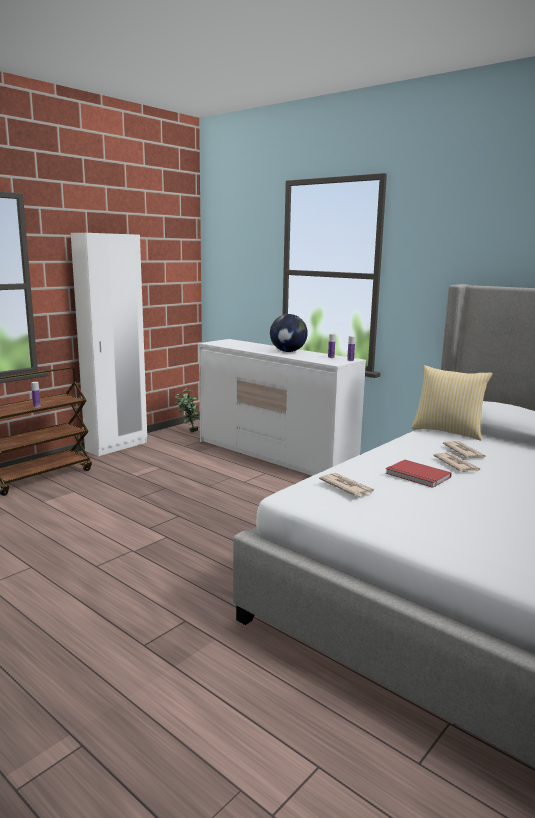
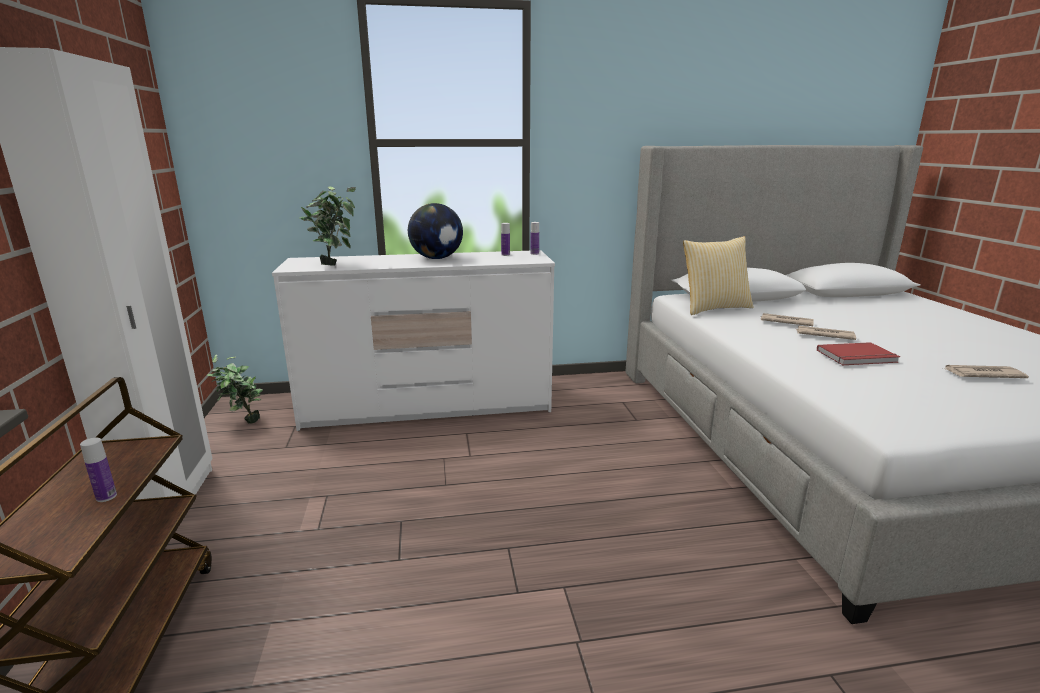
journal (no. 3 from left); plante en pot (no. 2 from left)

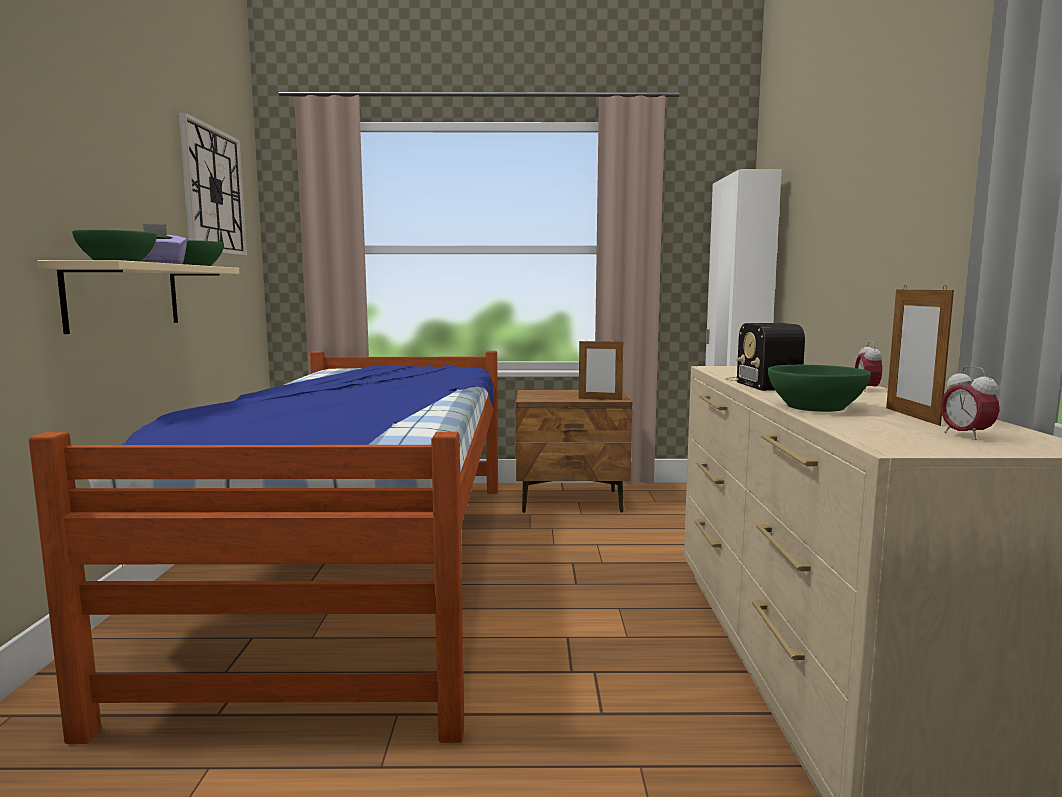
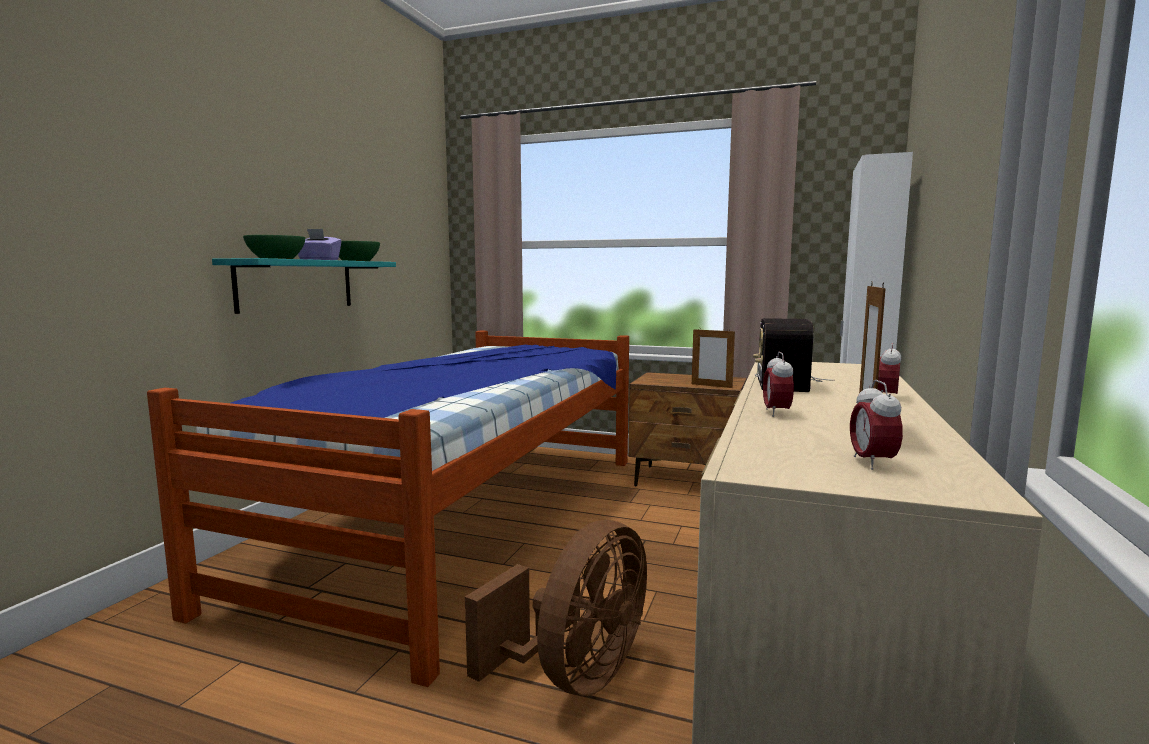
étagère (turquoise); horloge murale; réveil (no. 1 from left); ventilateur (marron)

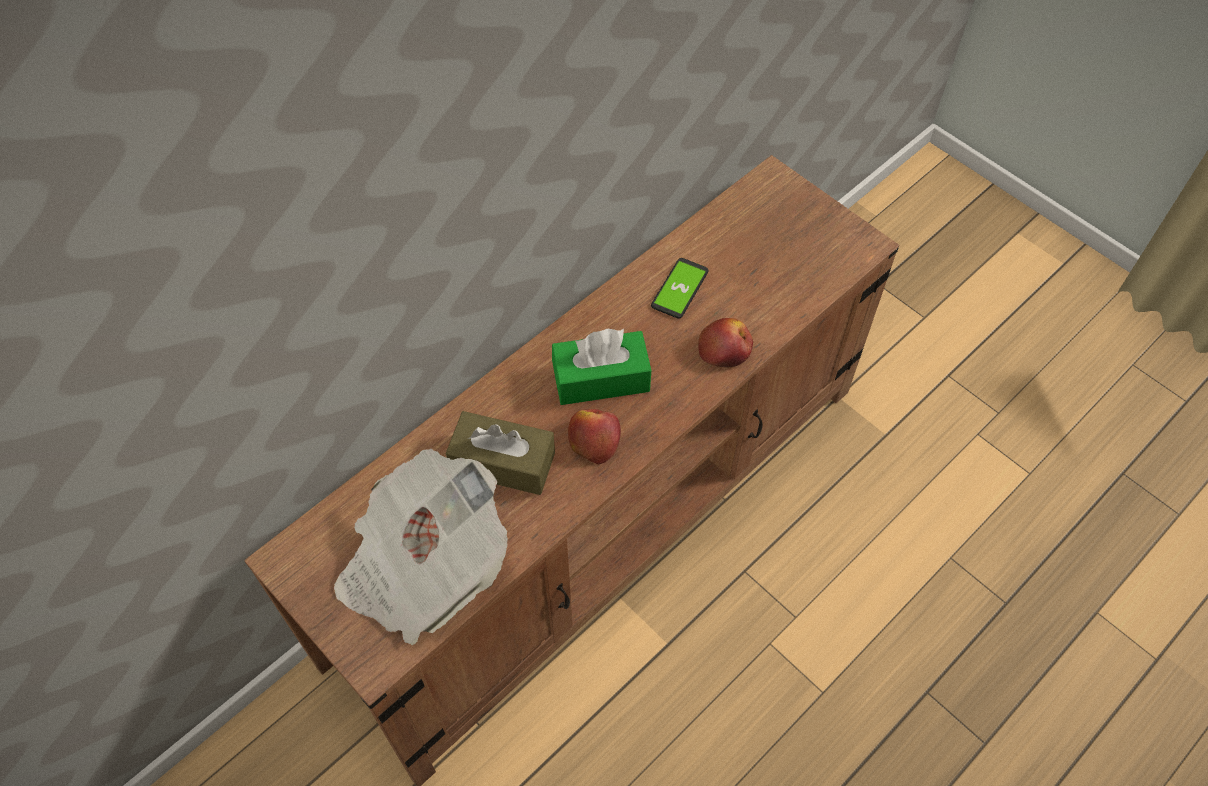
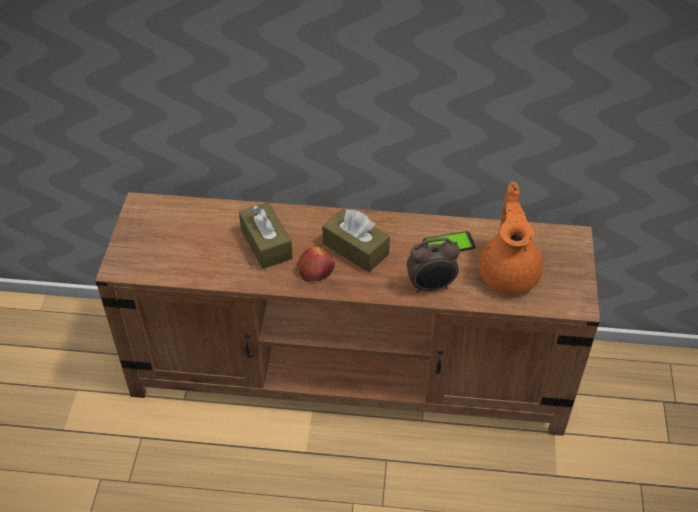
journal; boîte à mouchoirs (marron) (no. 2 from left); réveil; théière (orange)

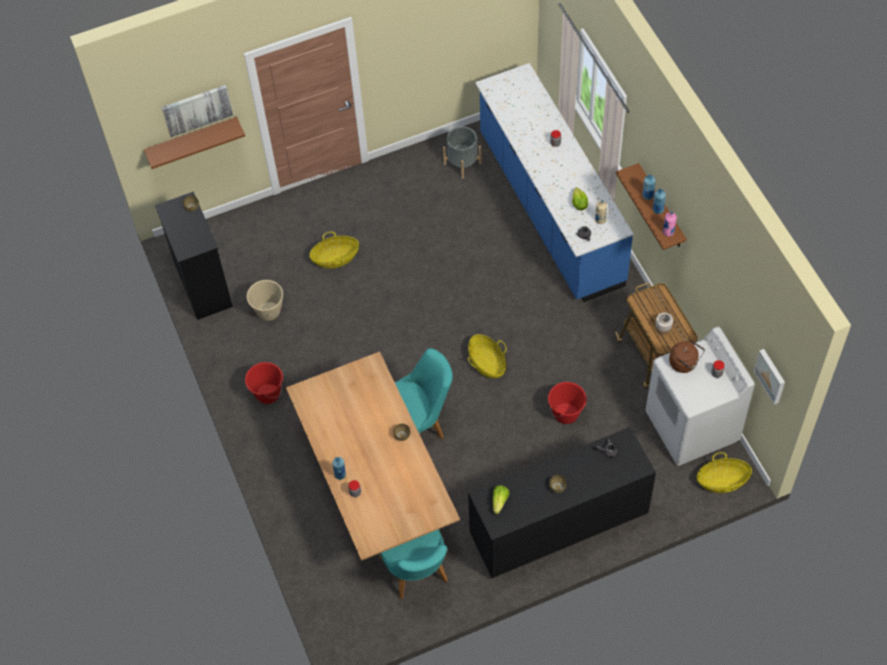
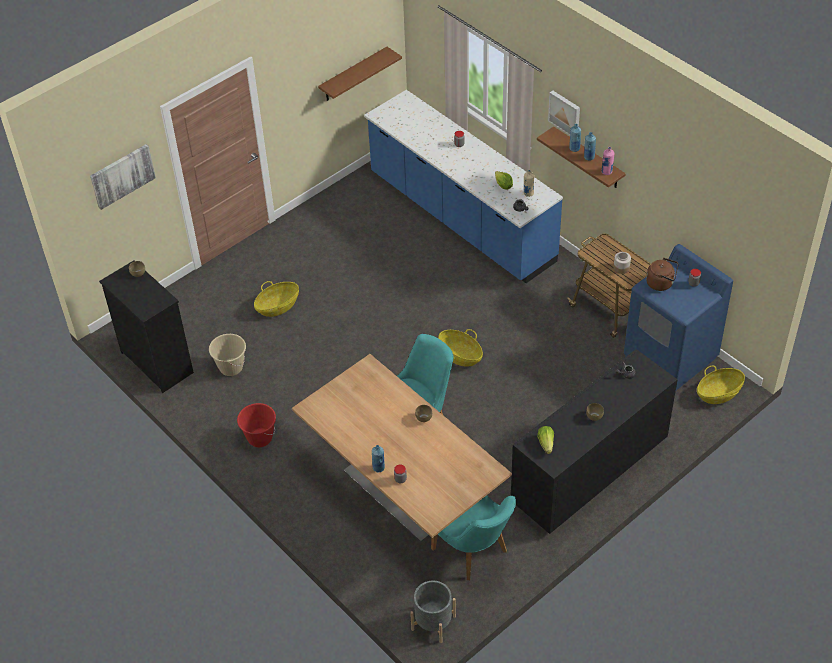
étagère (marron) (no. 1 from left); cache-pot (gris); seau (rouge) (no. 2 from left in the first image); lave-linge (bleu); tableau (no. 2 from left)

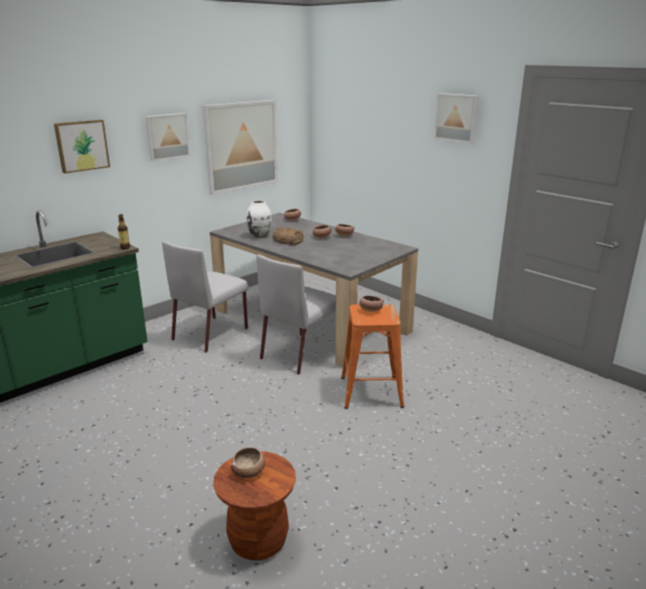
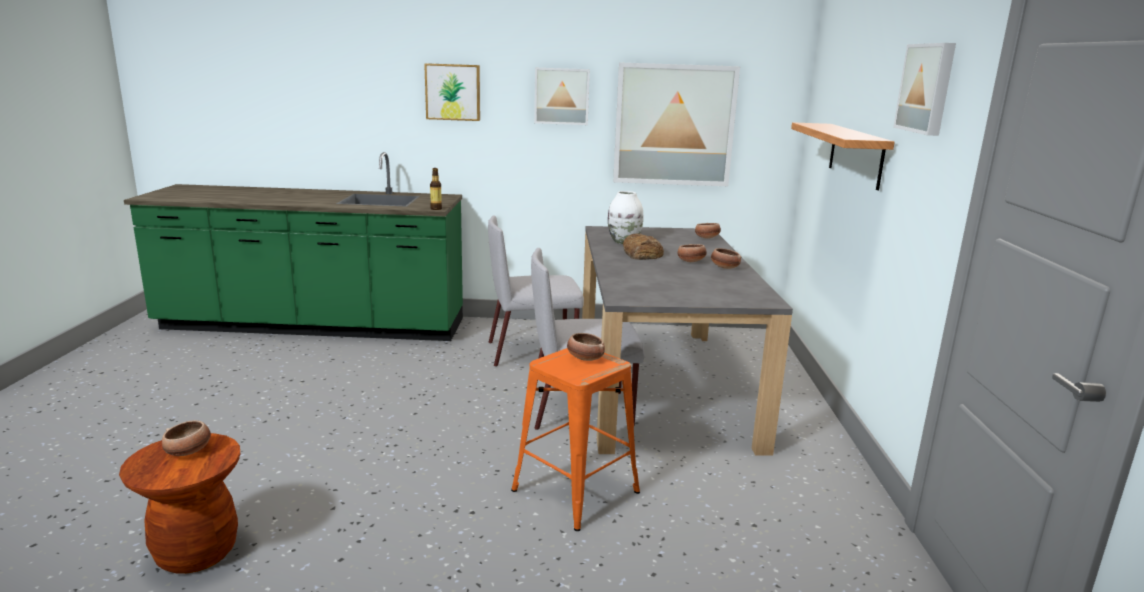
étagère

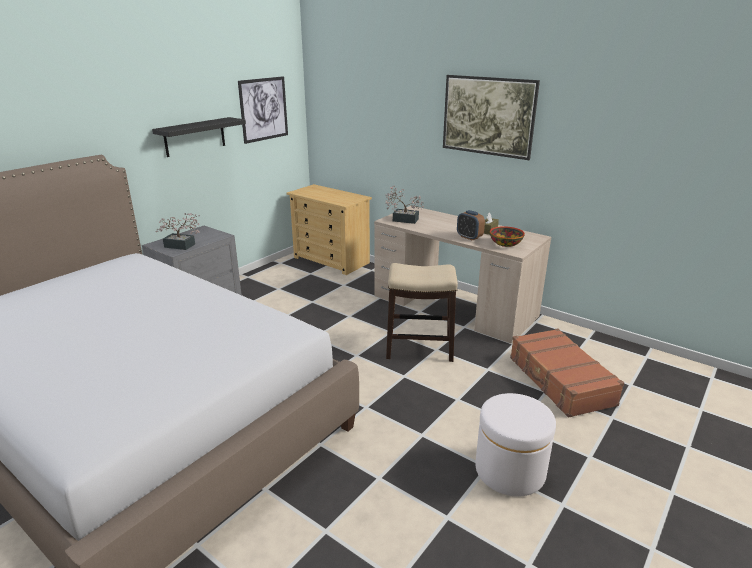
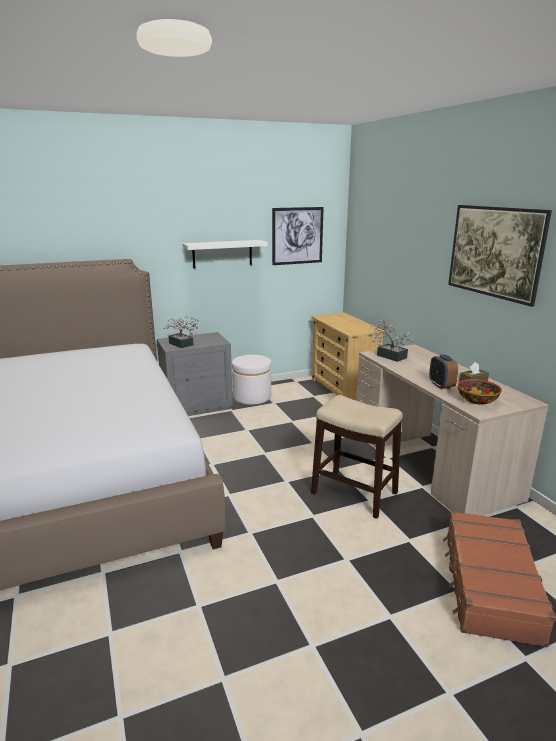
étagère (blanc); pouf (blanc)

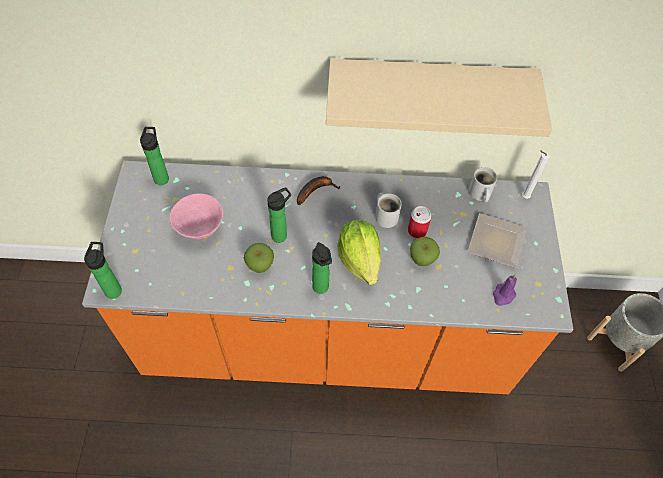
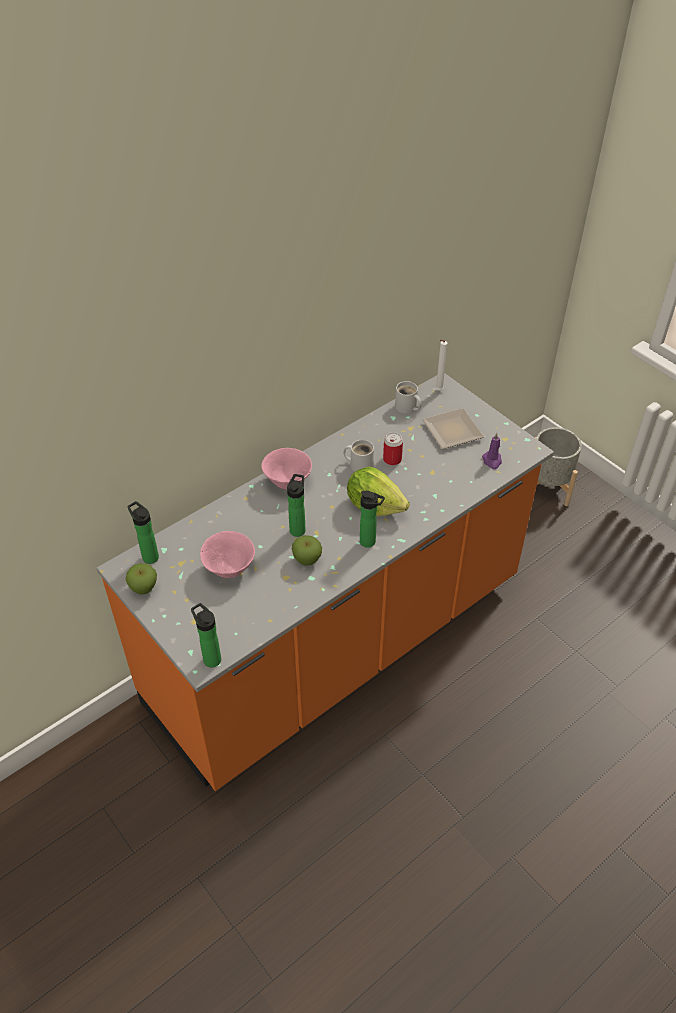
bol (rose) (no. 2 from left); étagère (beige); pomme (no. 1 from left)

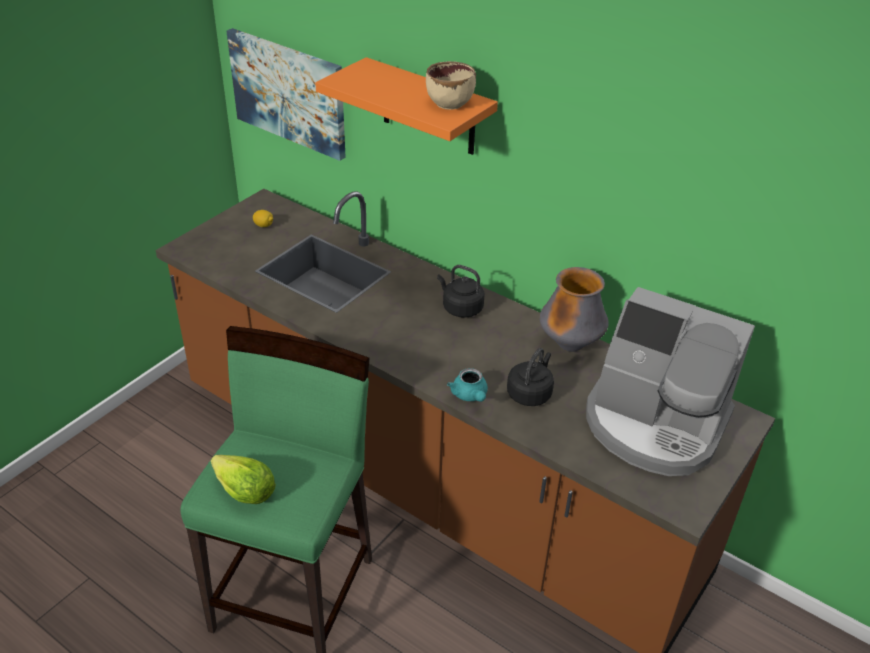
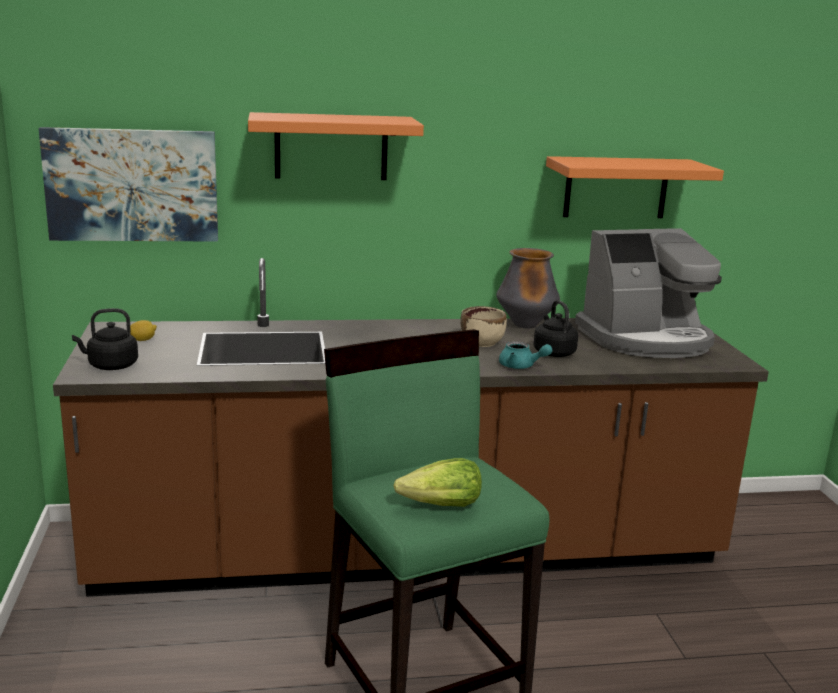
bol (beige); bouilloire (noir) (no. 1 from left); étagère (orange) (no. 2 from left)

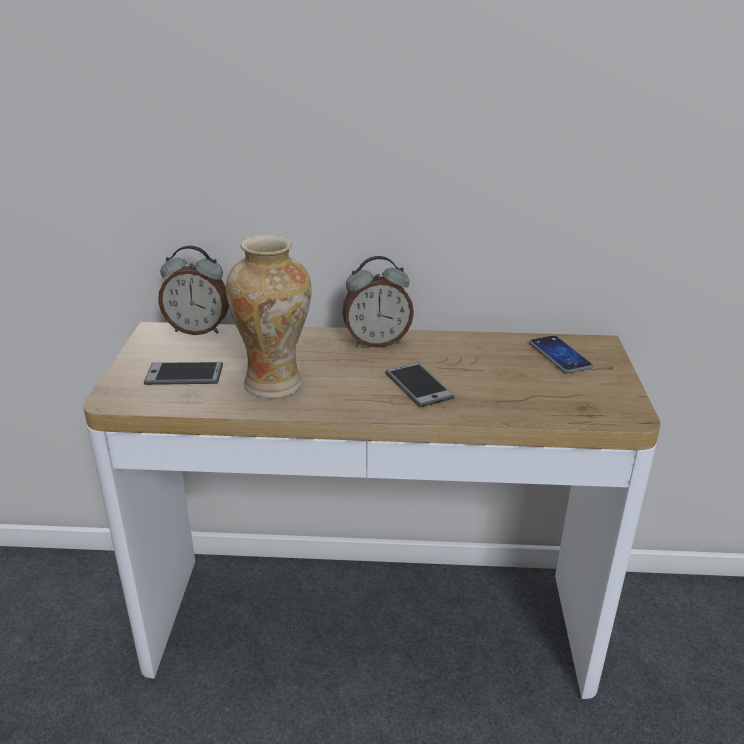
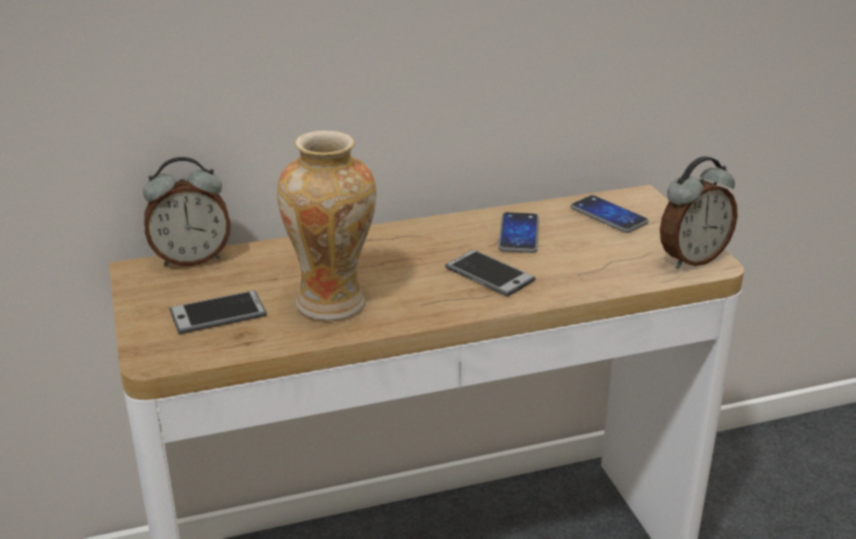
réveil (no. 2 from left); téléphone (no. 3 from left)

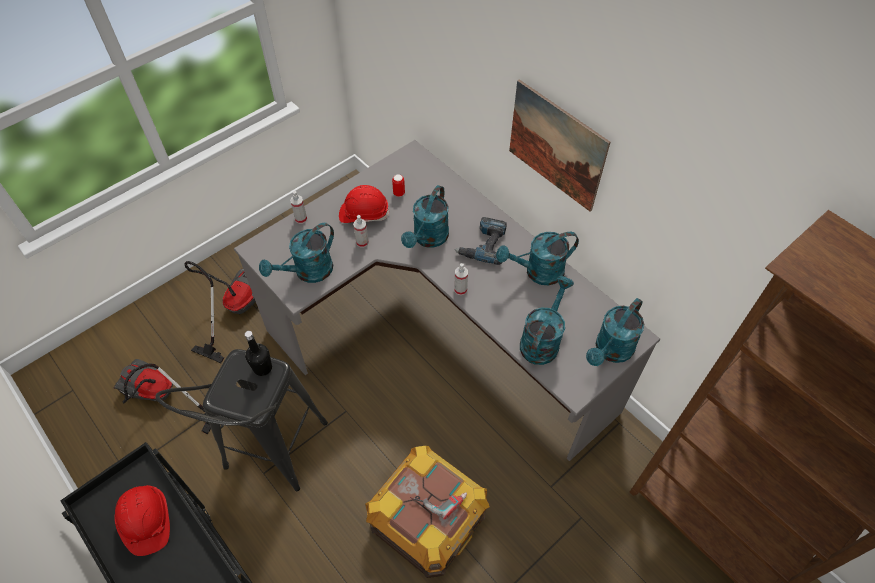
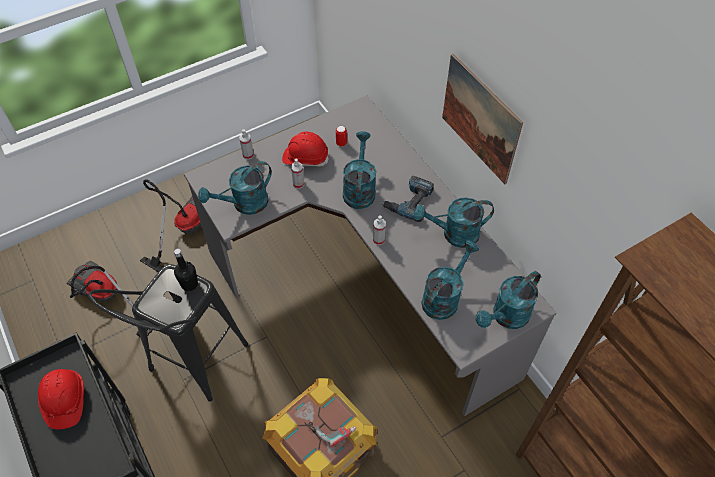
arrosoir (turquoise) (no. 2 from left)

